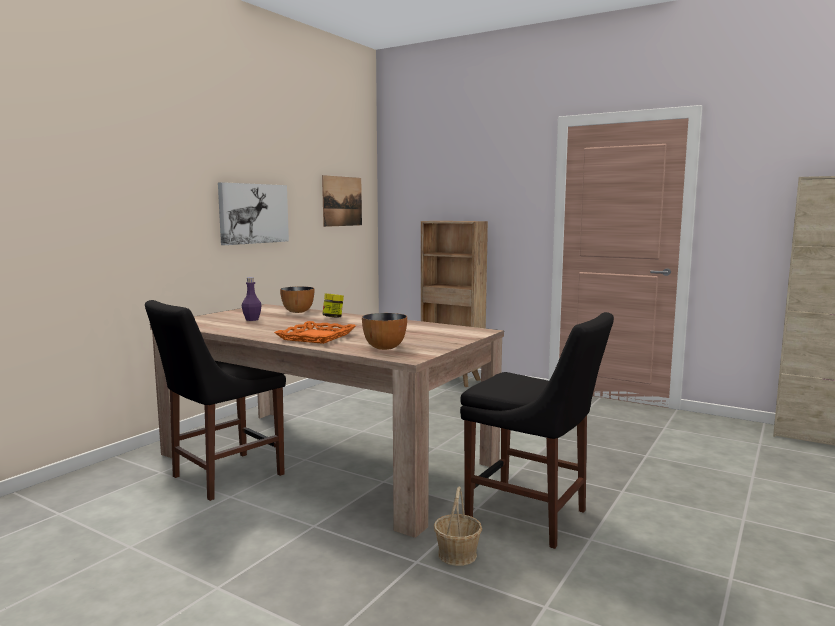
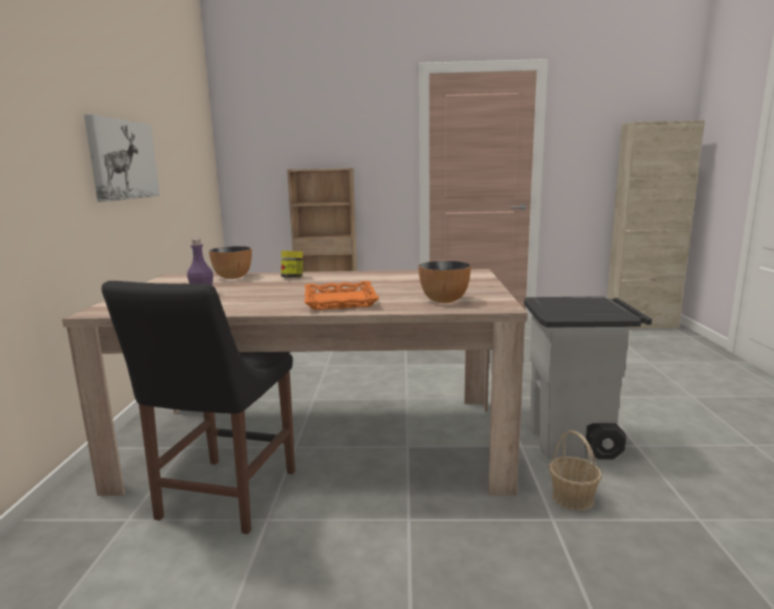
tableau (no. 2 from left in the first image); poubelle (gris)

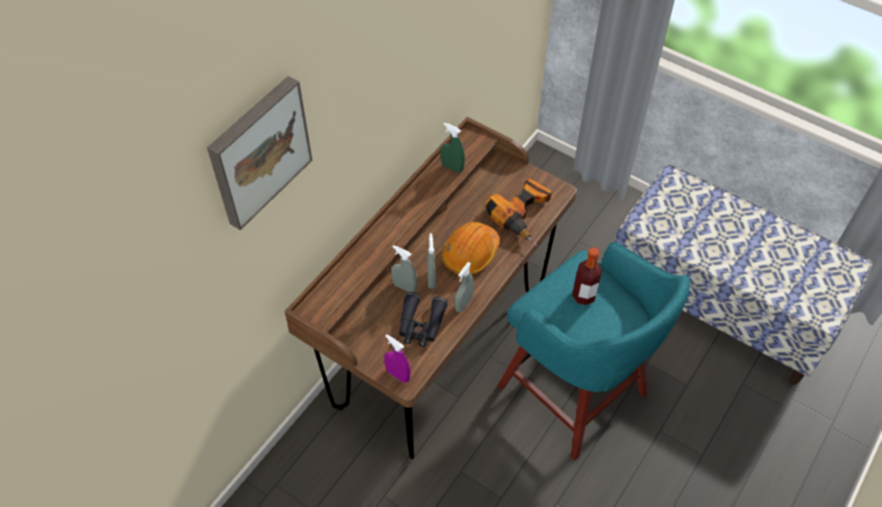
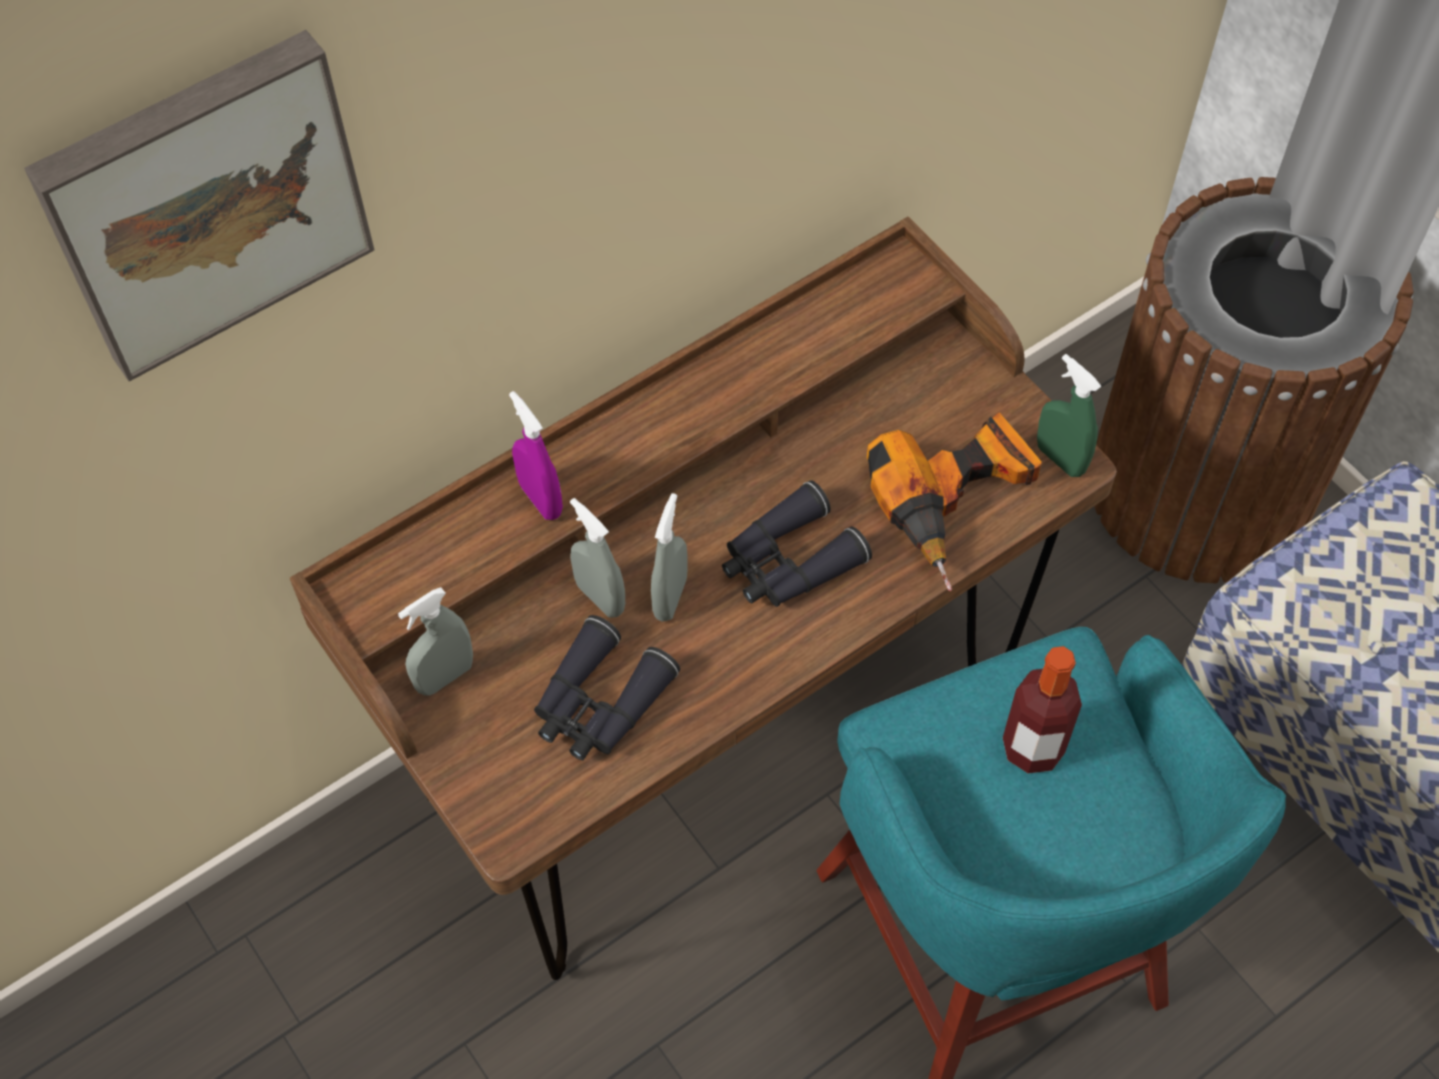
vaporisateur (violet); vaporisateur (vert); jumelles (noir) (no. 2 from left); vaporisateur (gris) (no. 1 from left); poubelle (marron)

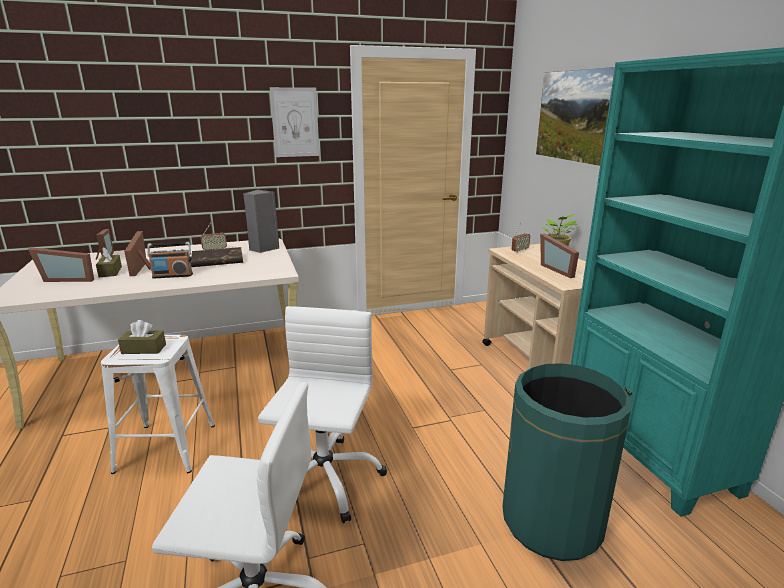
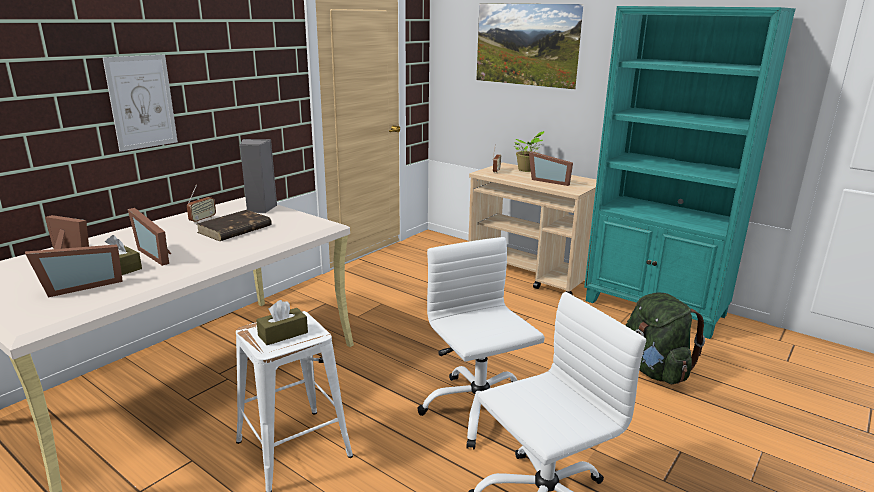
radio (no. 1 from left in the first image); tableau (no. 1 from left); sac à dos (vert)

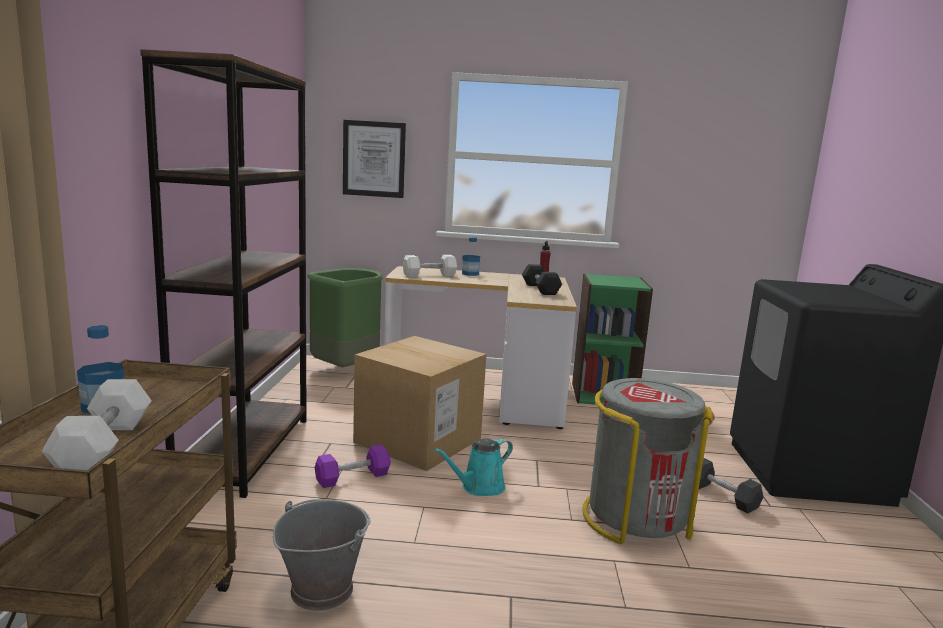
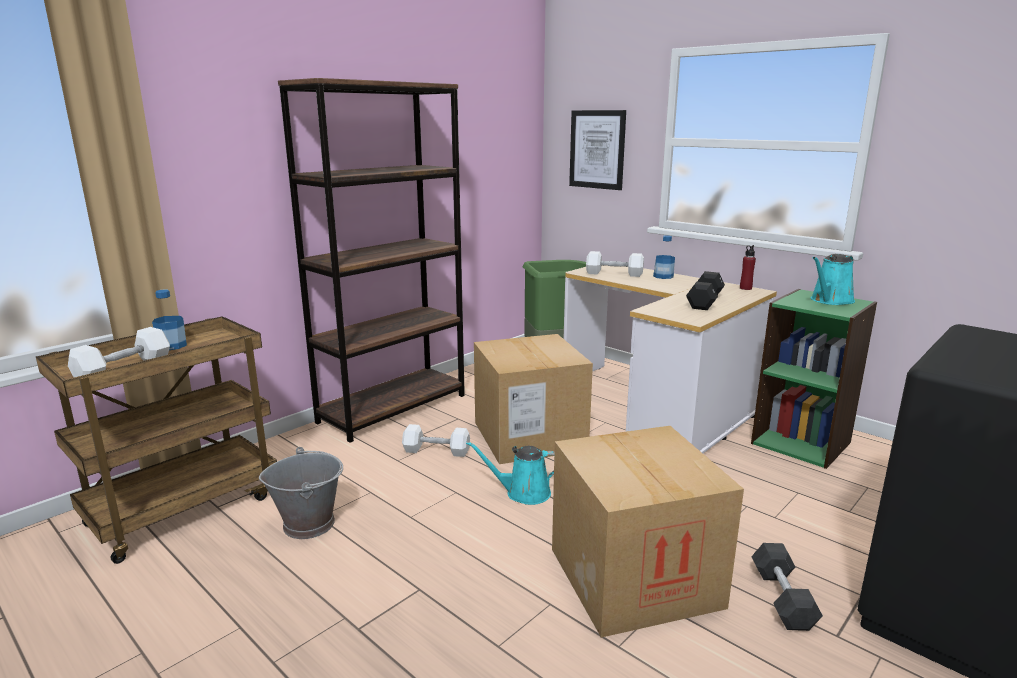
haltère (blanc) (no. 2 from left); carton (no. 2 from left); arrosoir (turquoise) (no. 2 from left)

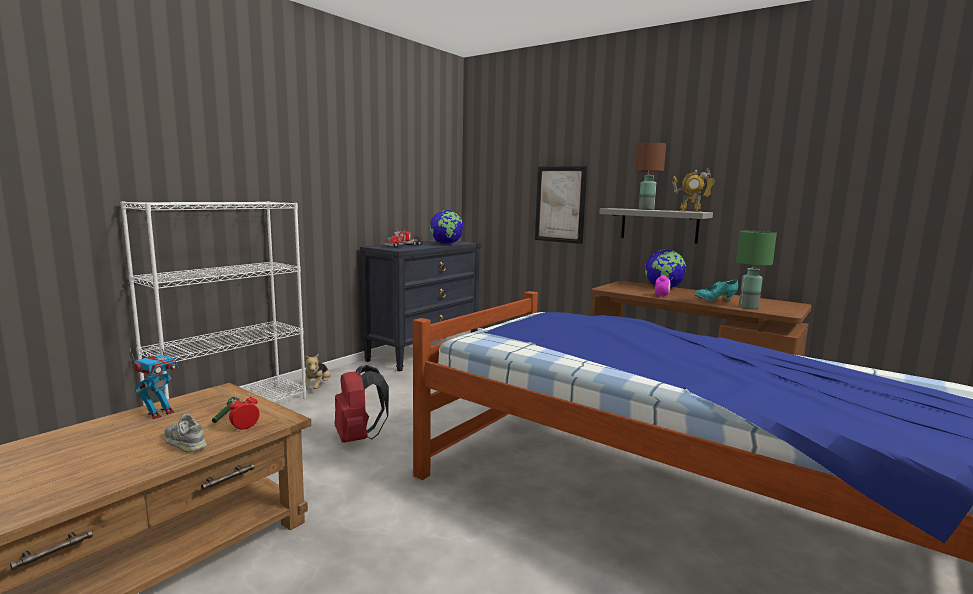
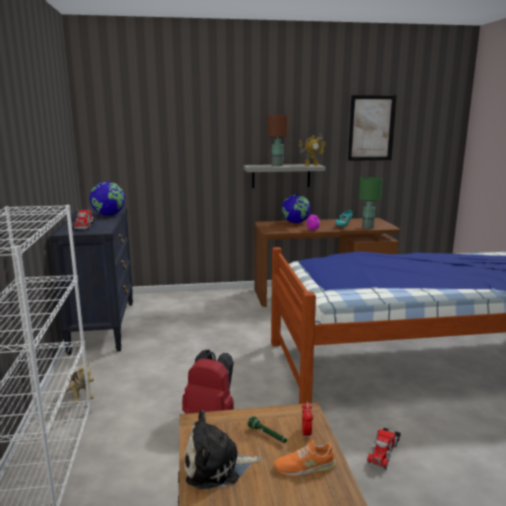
peluche (no. 2 from left); chaussure (orange); tableau; camion jouet (no. 2 from left)

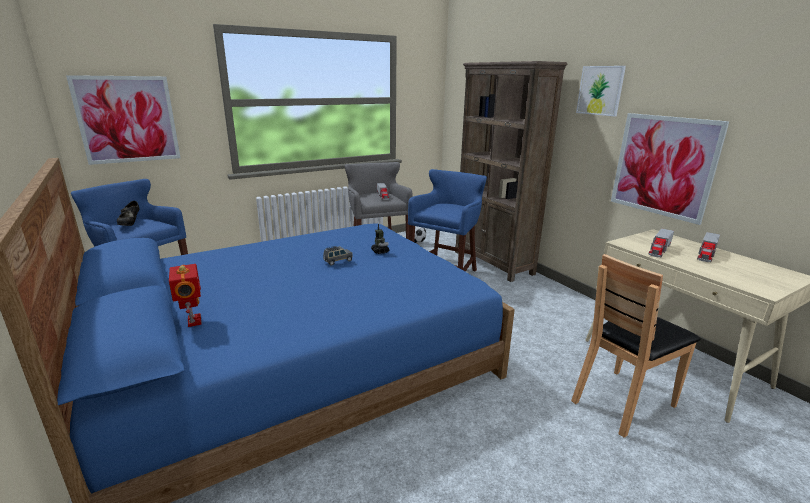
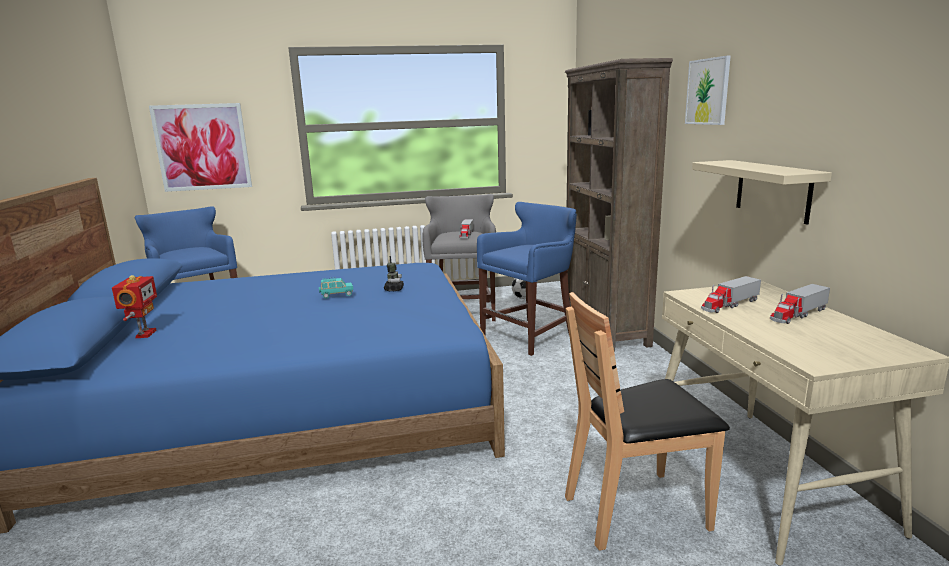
chaussure (noir); petite voiture (turquoise); étagère (beige)

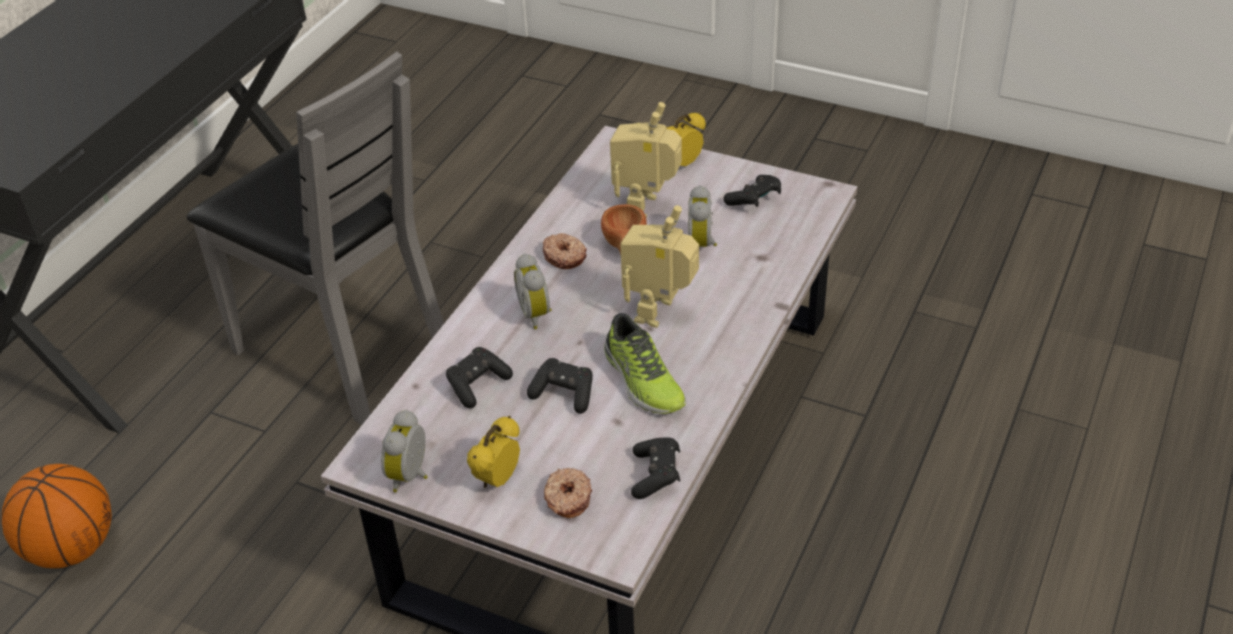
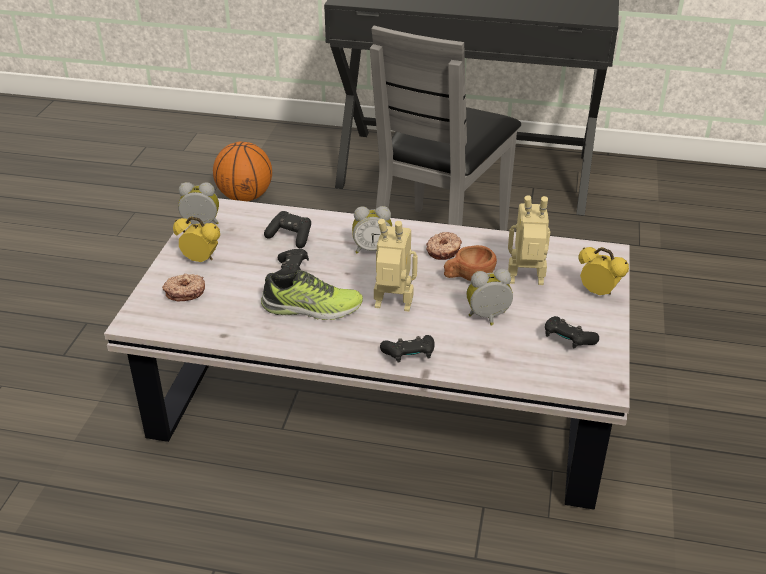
réveil (no. 3 from left); chaussure; manette (noir) (no. 3 from left)

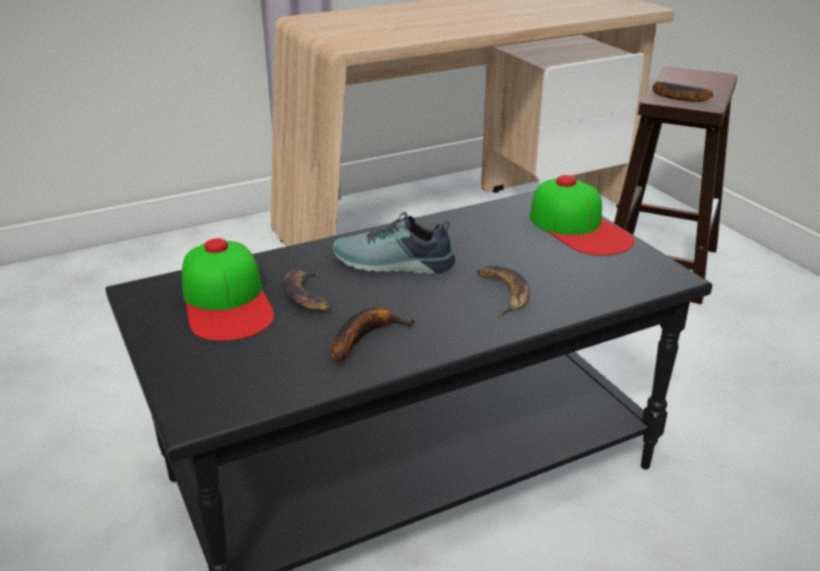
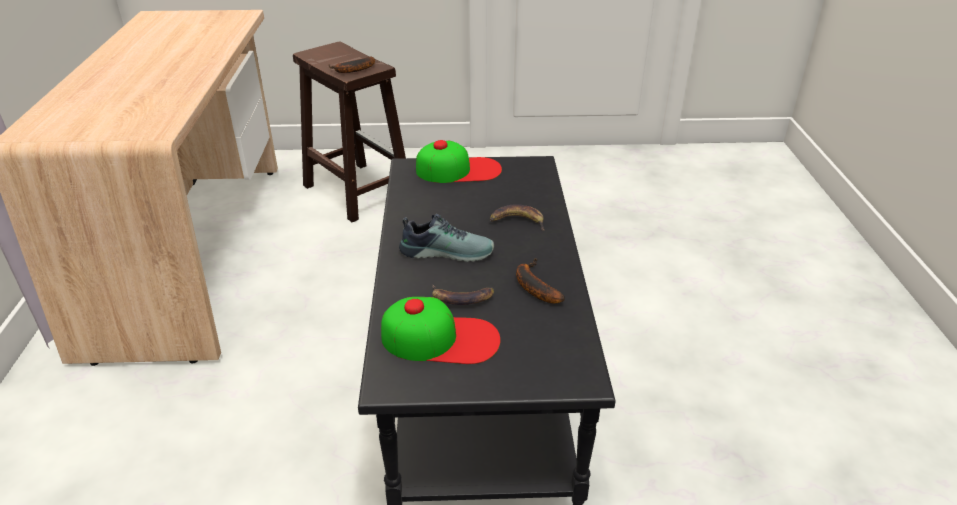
chaussure

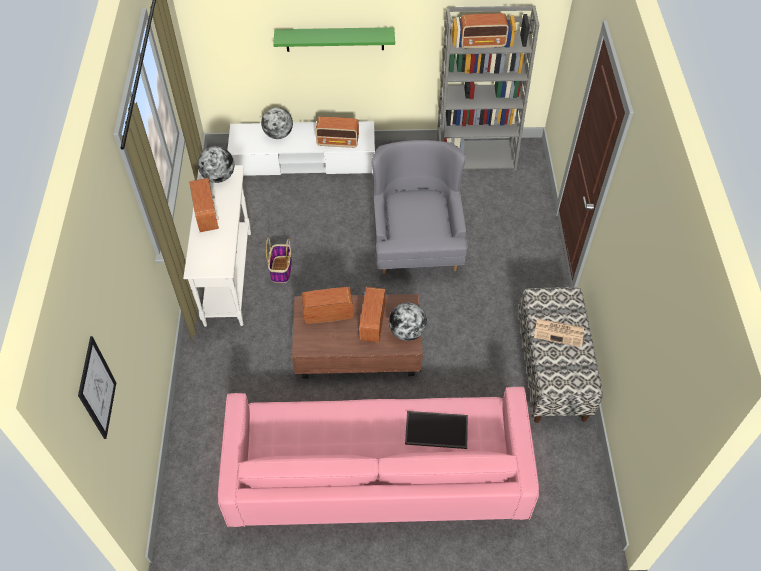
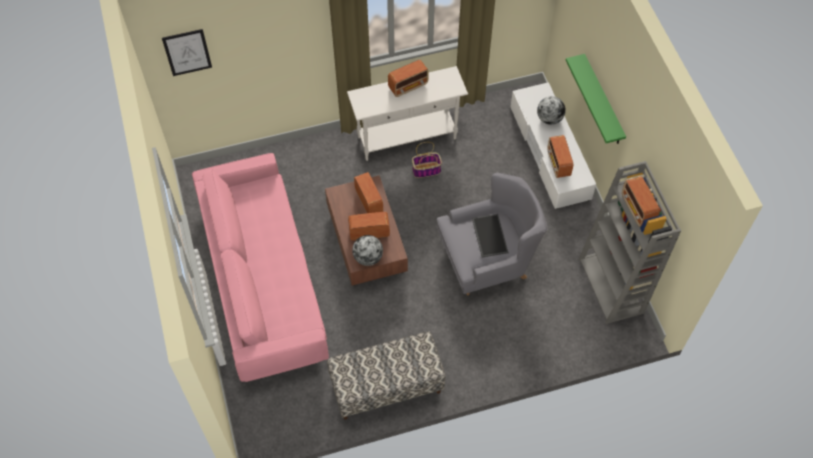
globe (no. 1 from left in the first image); plateau; journal

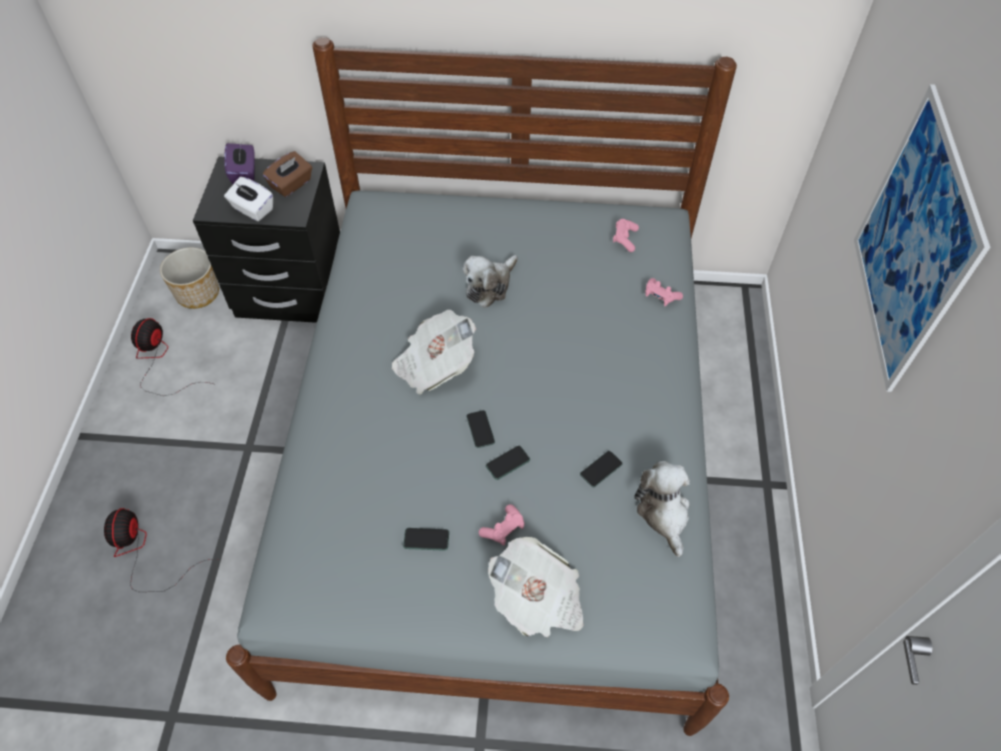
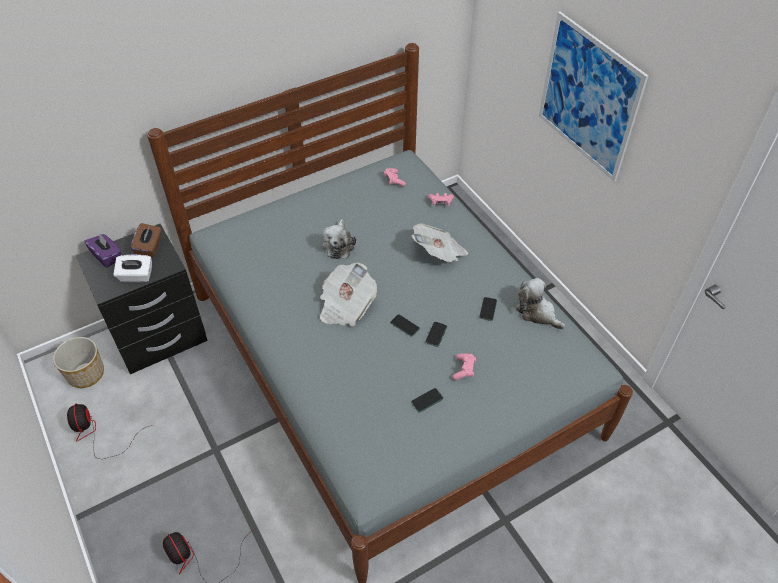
journal (no. 2 from left)

